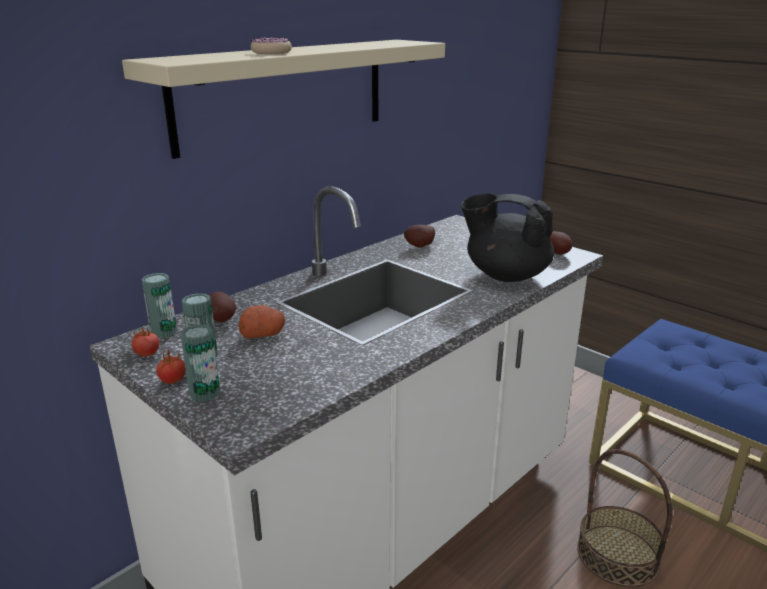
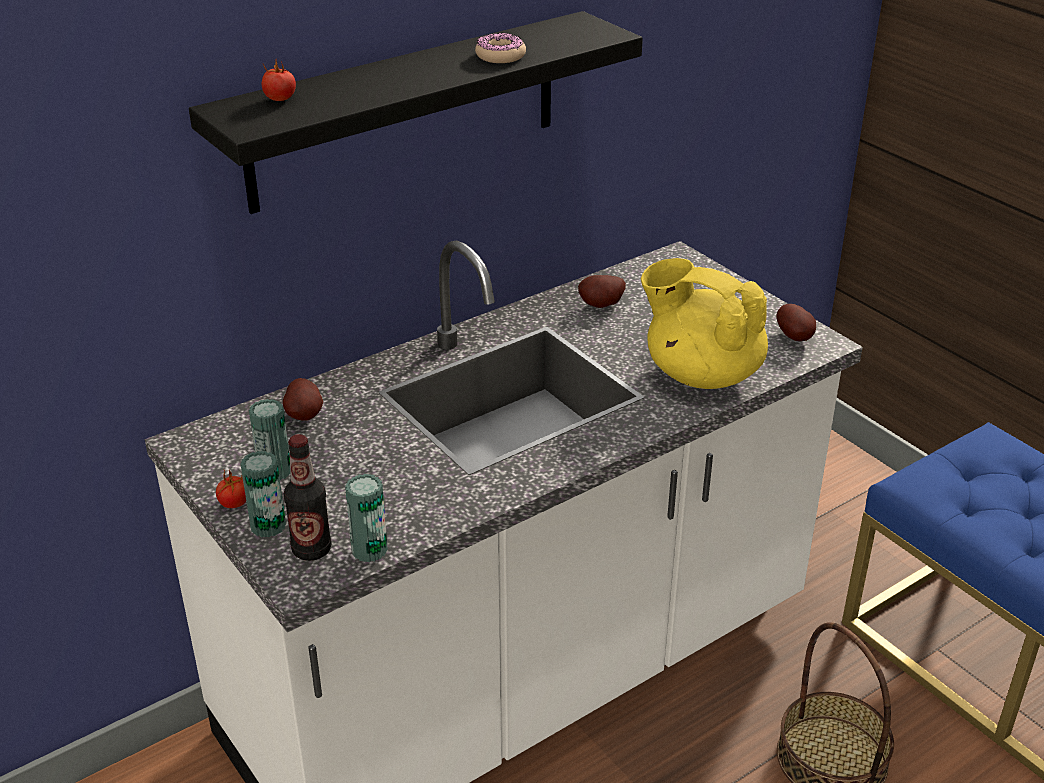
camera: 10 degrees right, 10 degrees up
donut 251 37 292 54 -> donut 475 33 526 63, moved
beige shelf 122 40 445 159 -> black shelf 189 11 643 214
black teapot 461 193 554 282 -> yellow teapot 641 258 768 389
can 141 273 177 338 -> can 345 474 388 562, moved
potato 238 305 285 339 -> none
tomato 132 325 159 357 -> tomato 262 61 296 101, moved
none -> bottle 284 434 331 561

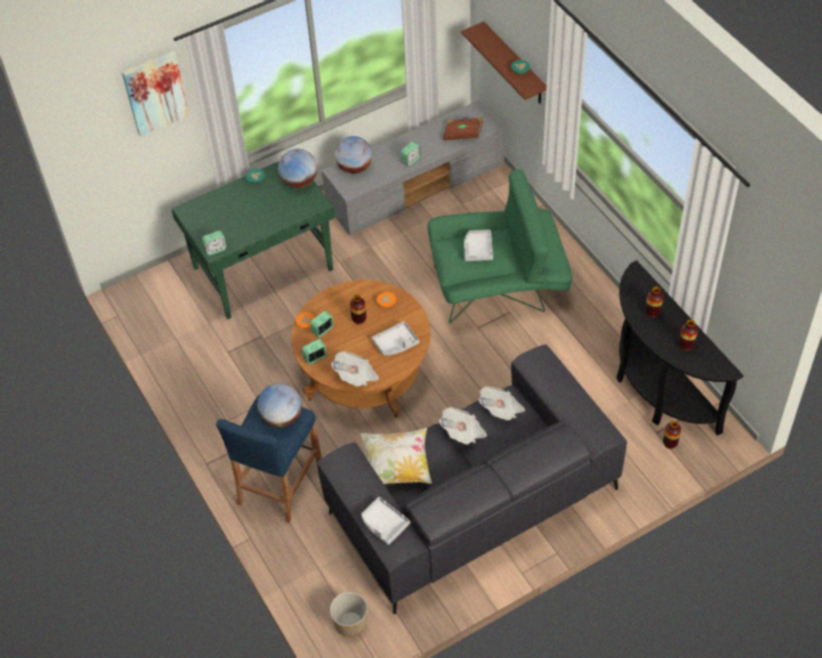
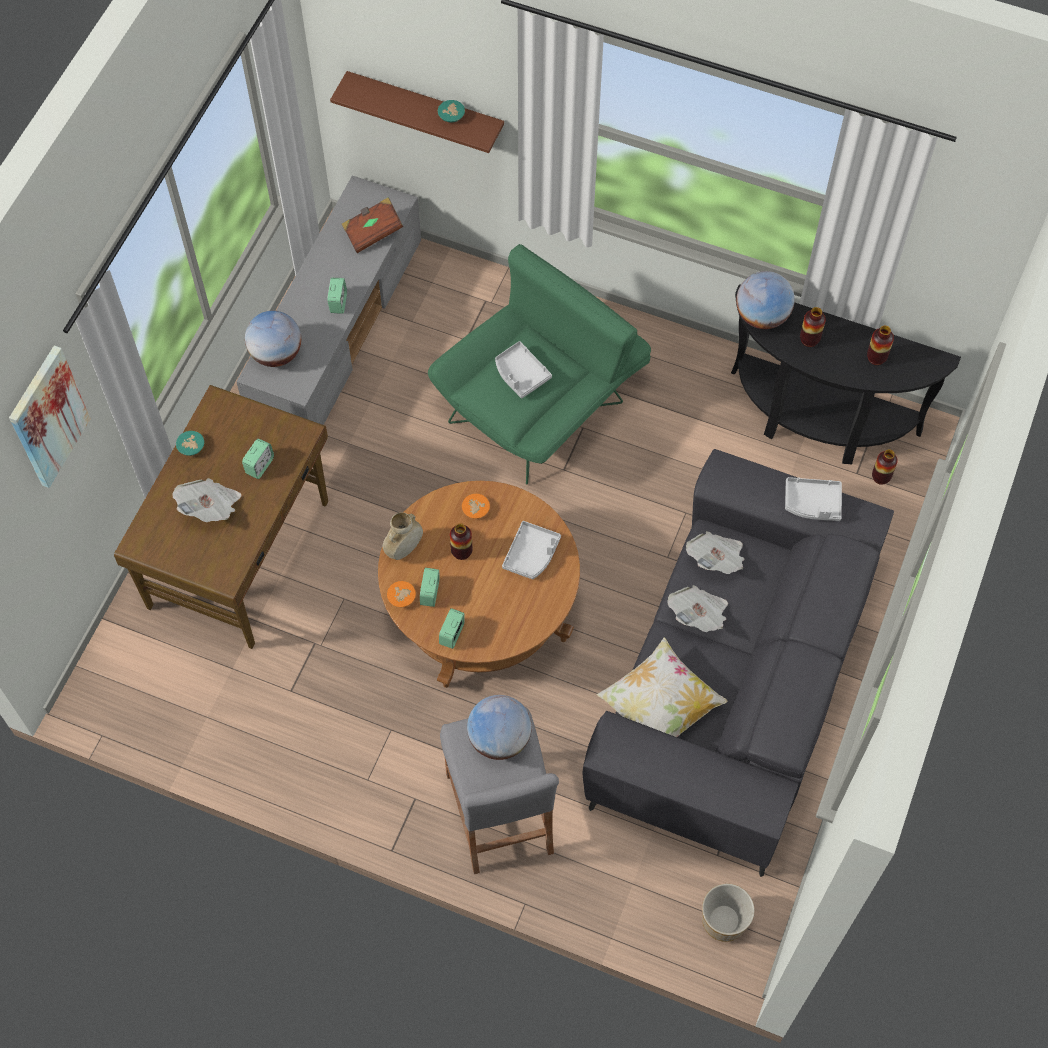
camera: 40 degrees left, 10 degrees up
globe 278 149 317 188 -> globe 736 271 795 329, moved
green desk 172 161 335 320 -> brown desk 114 385 328 649
alarm clock 202 231 227 256 -> alarm clock 242 438 274 479, moved
newspaper 331 351 379 387 -> newspaper 172 478 242 522, moved
blue stool 216 394 322 523 -> grey stool 440 707 559 874
grey tray 361 497 410 545 -> grey tray 785 477 842 521, moved
none -> beige vase 382 512 423 560

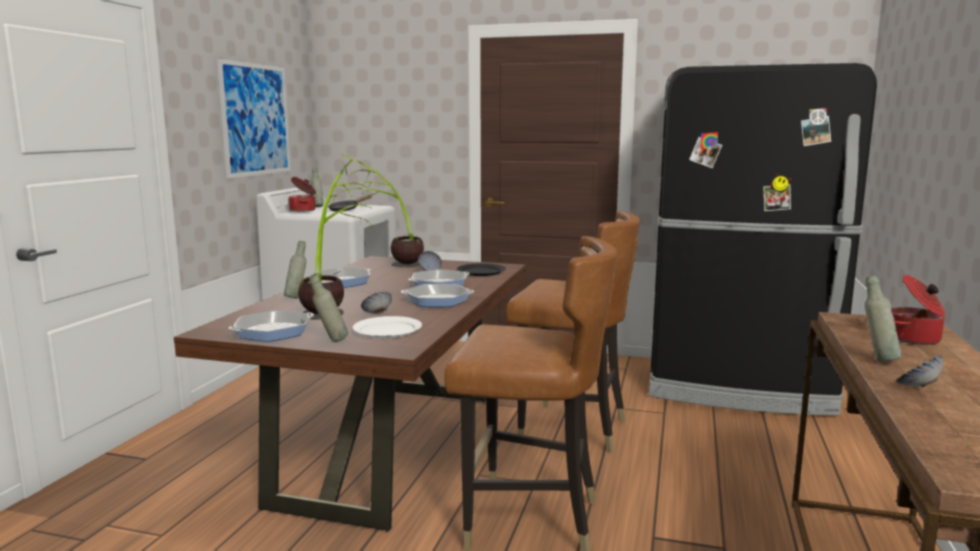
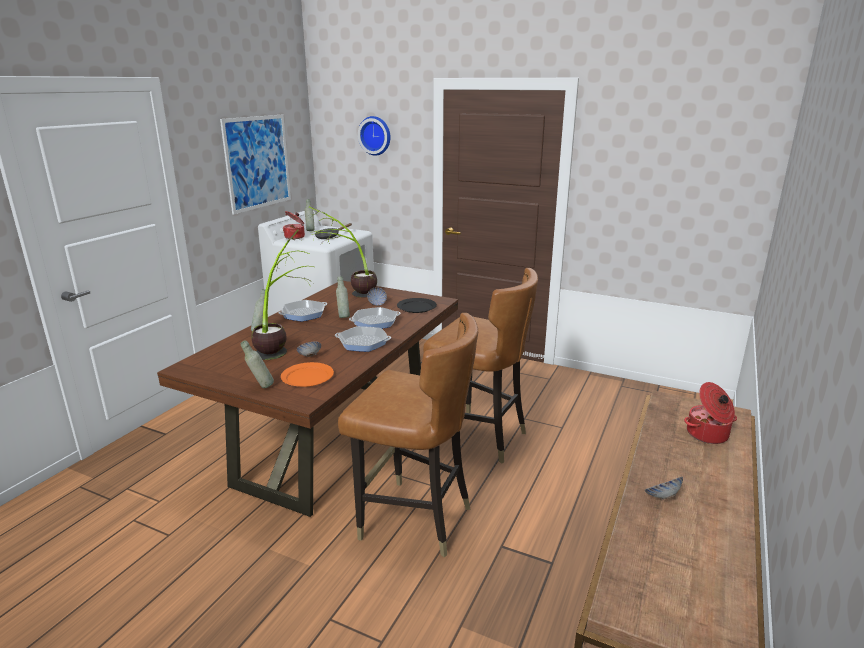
camera: 10 degrees right, 10 degrees up
black fridge 649 63 877 415 -> none
grey bottle 864 276 901 362 -> grey bottle 336 277 350 318, moved
frying pan 228 310 314 342 -> none
white plate 353 316 422 338 -> orange plate 281 362 334 387
none -> wall clock 358 116 390 156

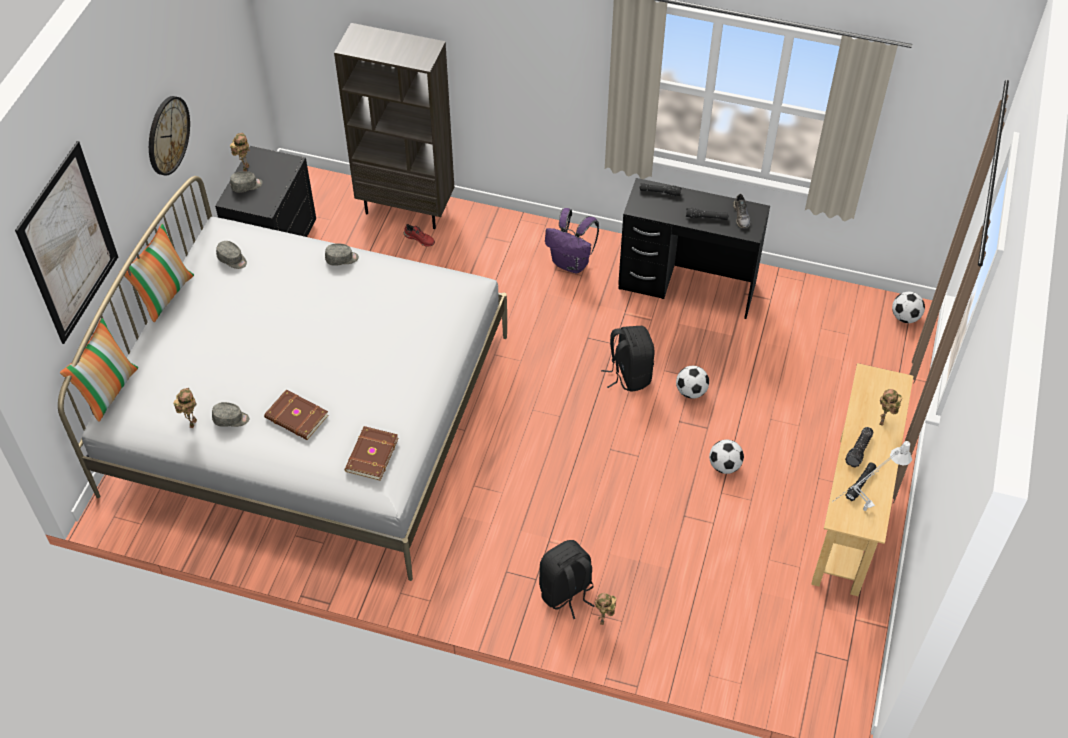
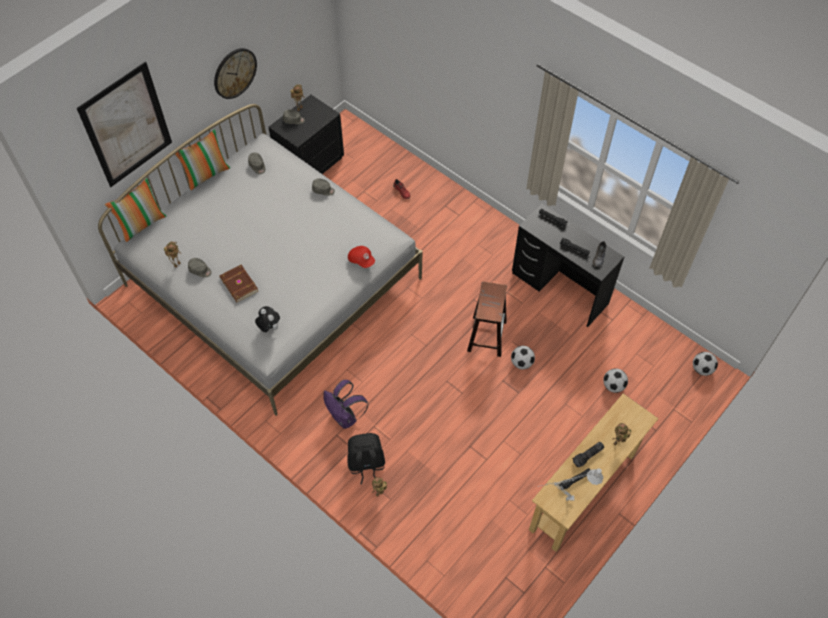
camera: 25 degrees right, 5 degrees up
brown bookcase 334 23 454 229 -> none
purple backpack 545 208 599 273 -> purple backpack 323 380 369 429, moved
black backpack 601 326 654 392 -> brown stool 467 282 507 357
brown book 345 426 399 481 -> plush toy 255 306 280 332
football 709 440 744 474 -> football 603 368 628 393, moved
none -> red cap 348 246 375 268

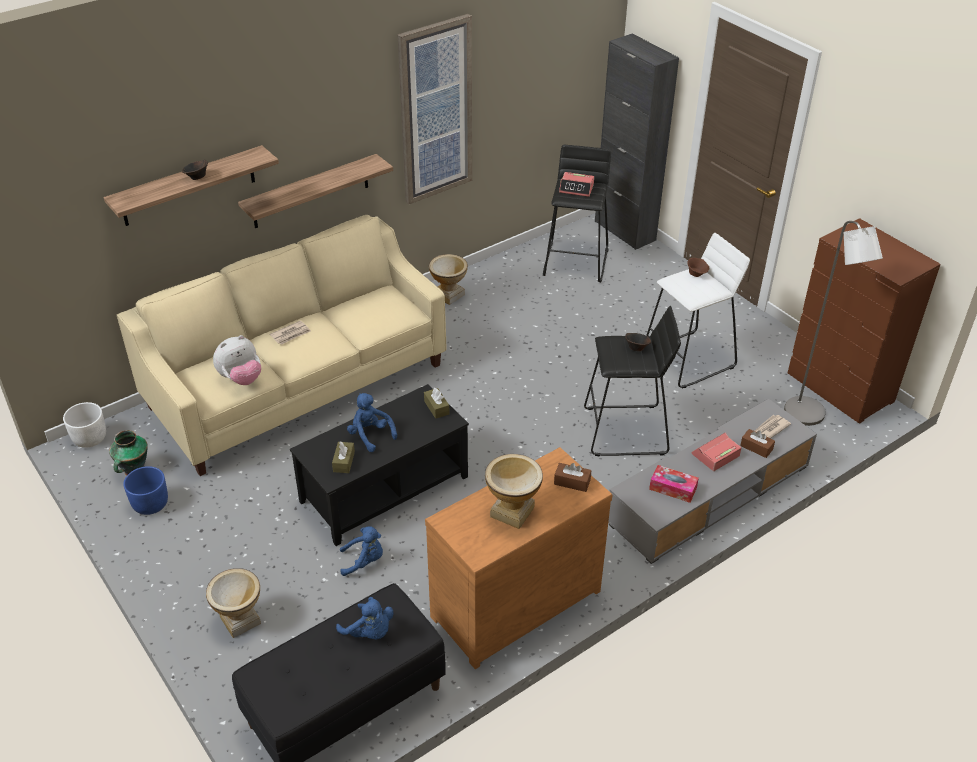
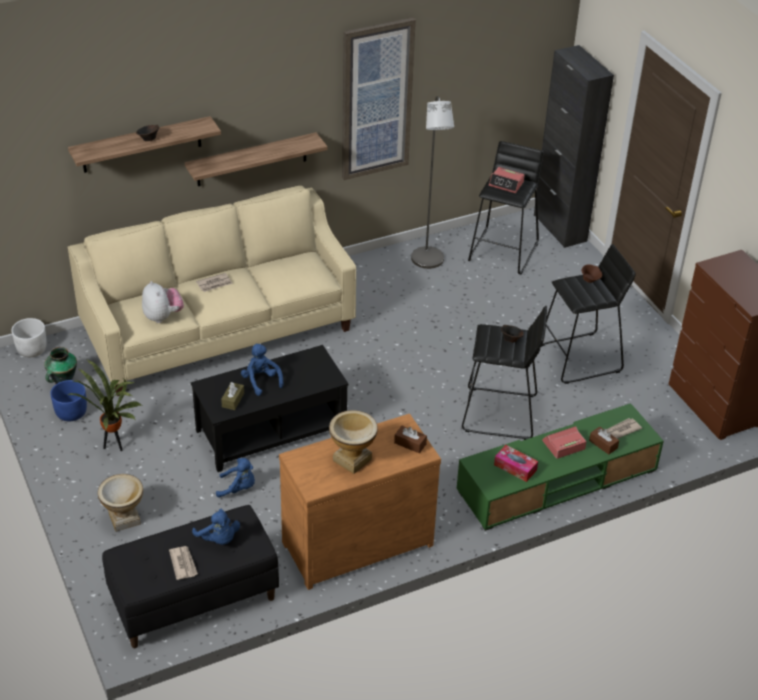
camera: 10 degrees right, 0 degrees up
grey floor lamp 784 221 883 426 -> grey floor lamp 411 96 454 269, moved
white stool 646 233 750 389 -> black stool 541 244 636 384
vase 429 254 468 305 -> none
plush toy 213 335 261 385 -> plush toy 142 281 184 323, 90 degrees counterclockwise
brown tissue box 424 387 450 419 -> none
grey tv stand 608 399 817 564 -> green tv stand 457 403 664 531
none -> potted plant 68 360 142 451
none -> newspaper 169 546 198 580

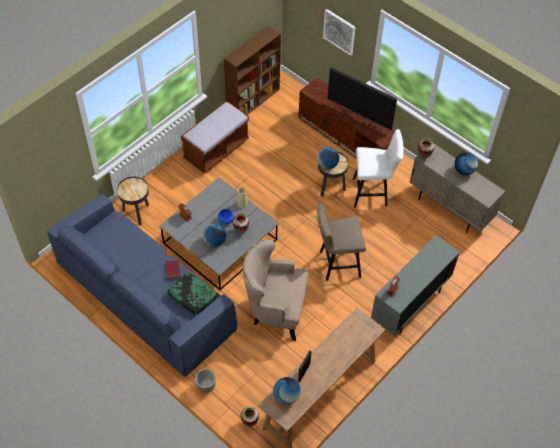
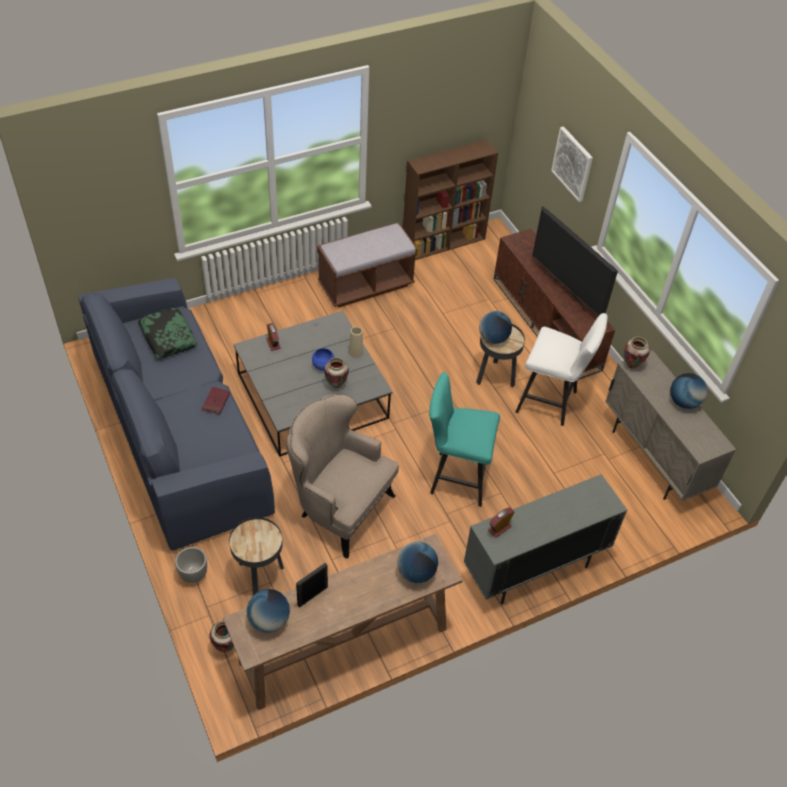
camera: 20 degrees right, 5 degrees down
black side table 117 177 149 225 -> black side table 229 517 284 595, moved
beige stool 317 203 366 280 -> turquoise stool 429 372 500 507
globe 203 223 226 247 -> globe 397 542 438 583, moved
pillow 167 272 218 316 -> pillow 138 308 197 358, moved

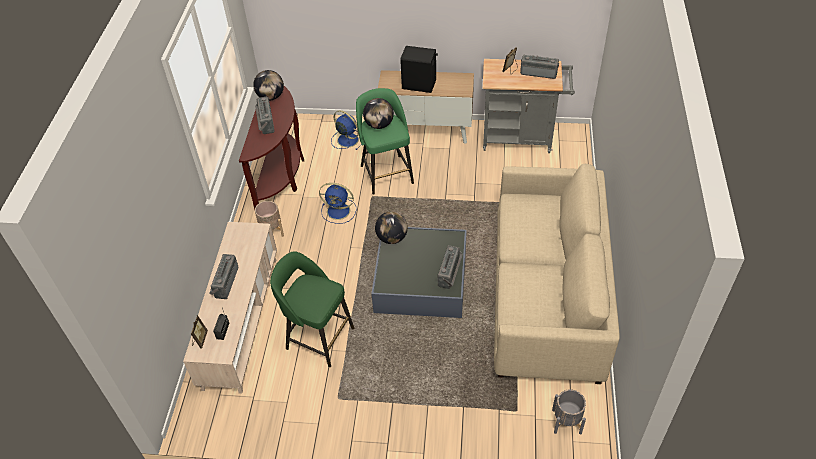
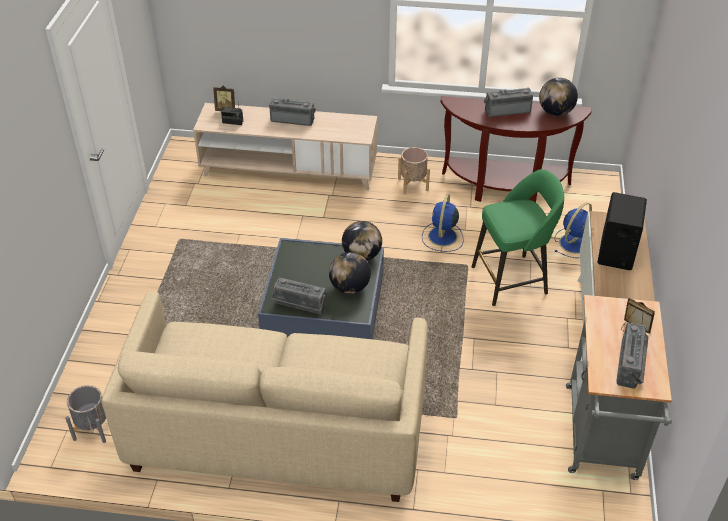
camera: 90 degrees right, 5 degrees down
globe 363 98 394 129 -> globe 329 252 371 294, moved
green stool 270 251 354 367 -> none

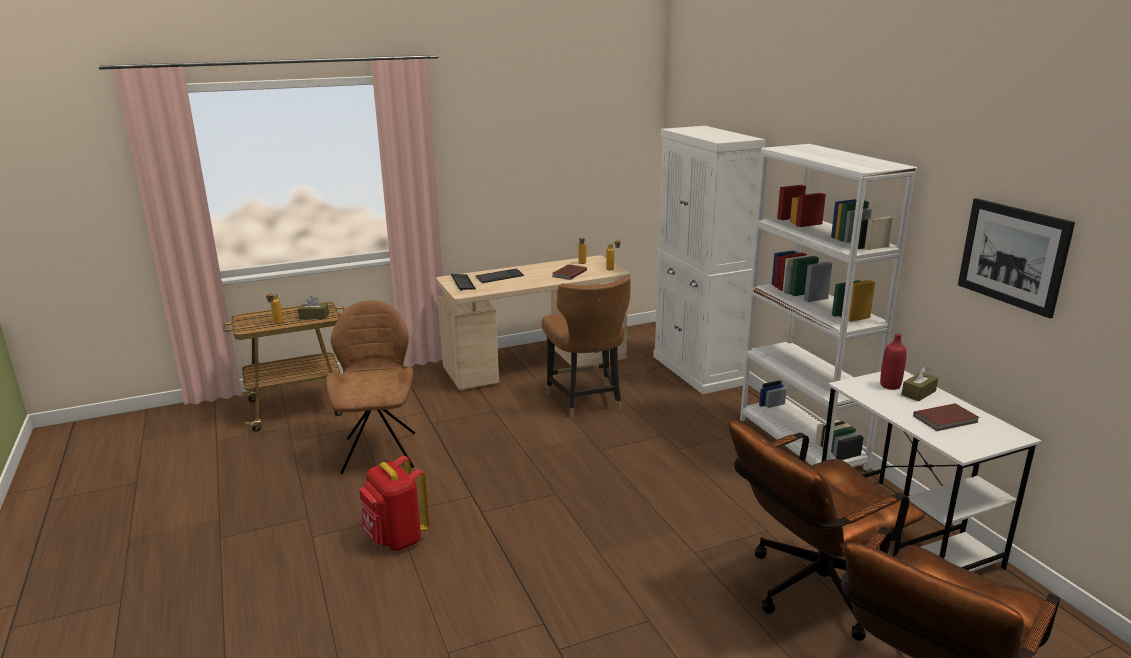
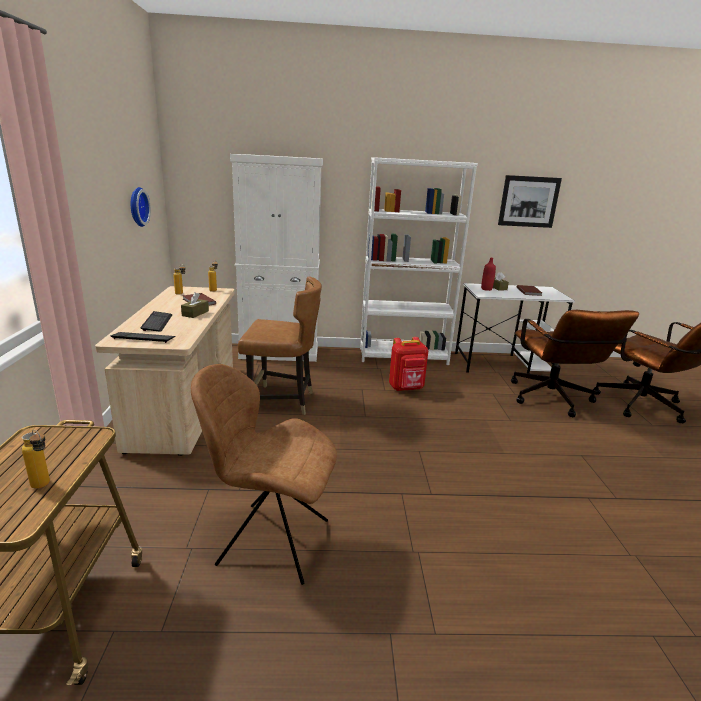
camera: 70 degrees left, 0 degrees up
brown tissue box 298 296 329 320 -> brown tissue box 181 292 209 318, moved
red backpack 359 456 429 551 -> red backpack 389 337 428 391, moved
none -> wall clock 131 187 151 227

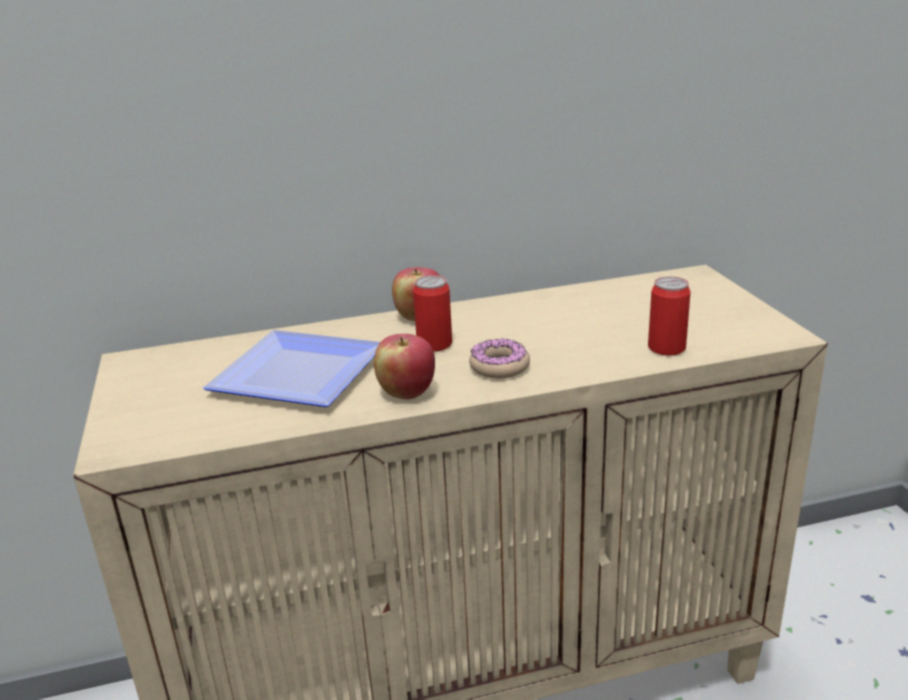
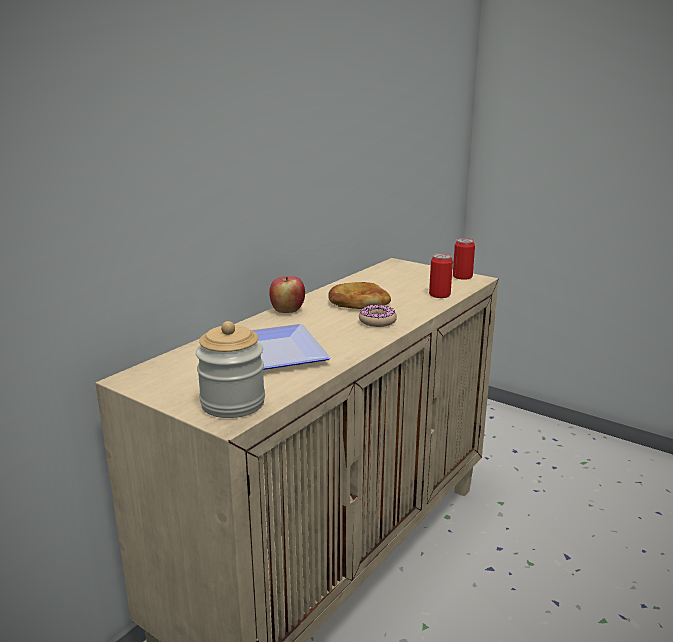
camera: 40 degrees left, 5 degrees down
can 413 275 452 352 -> can 453 238 475 280, moved
apple 374 334 435 400 -> none
none -> bread 329 282 391 309
none -> jar 196 321 265 418

